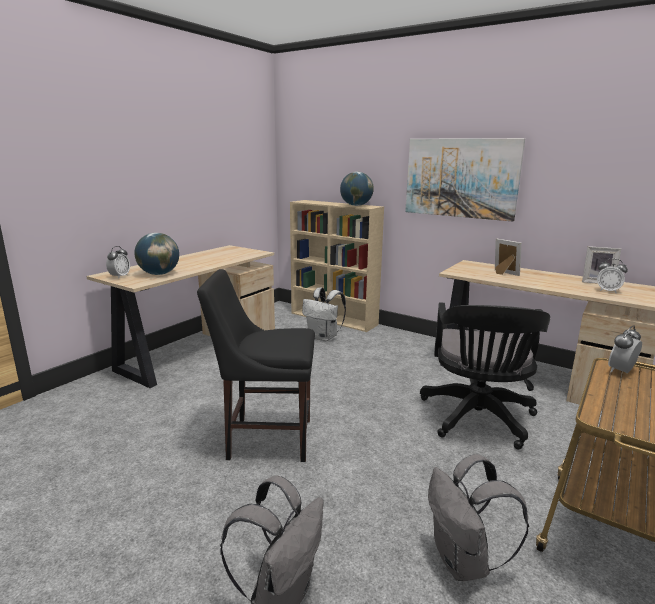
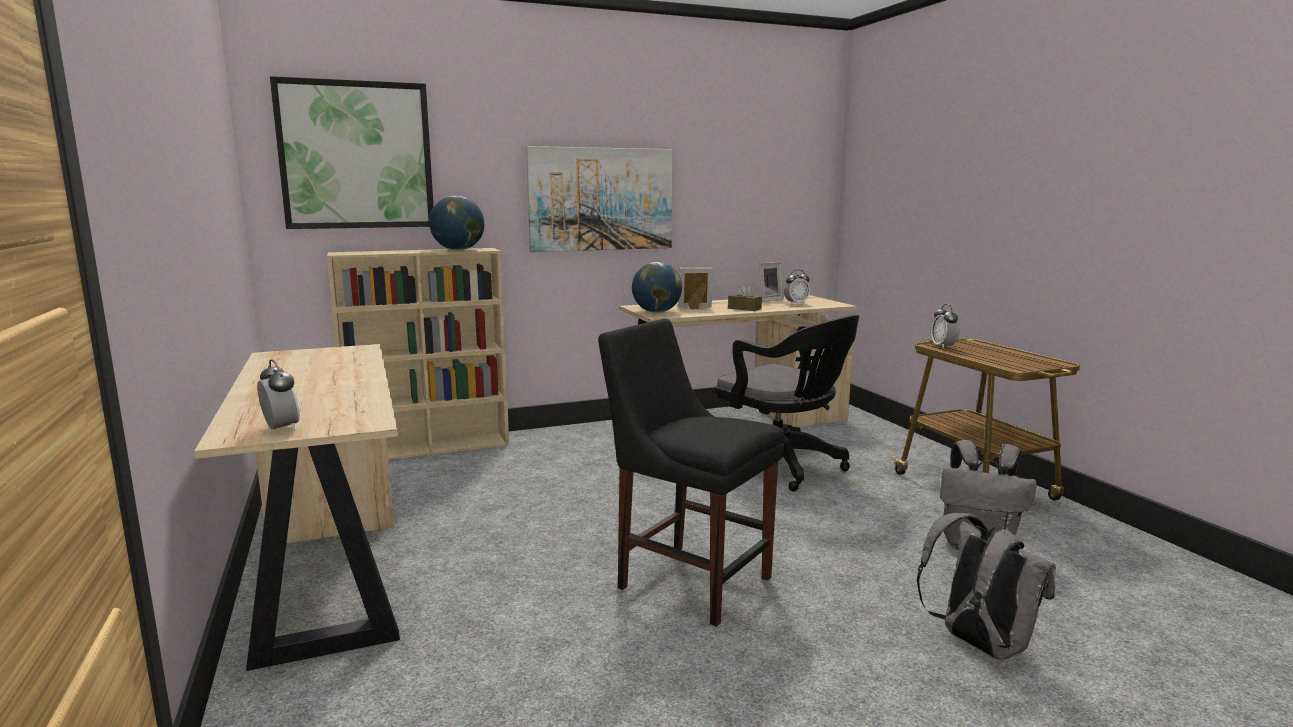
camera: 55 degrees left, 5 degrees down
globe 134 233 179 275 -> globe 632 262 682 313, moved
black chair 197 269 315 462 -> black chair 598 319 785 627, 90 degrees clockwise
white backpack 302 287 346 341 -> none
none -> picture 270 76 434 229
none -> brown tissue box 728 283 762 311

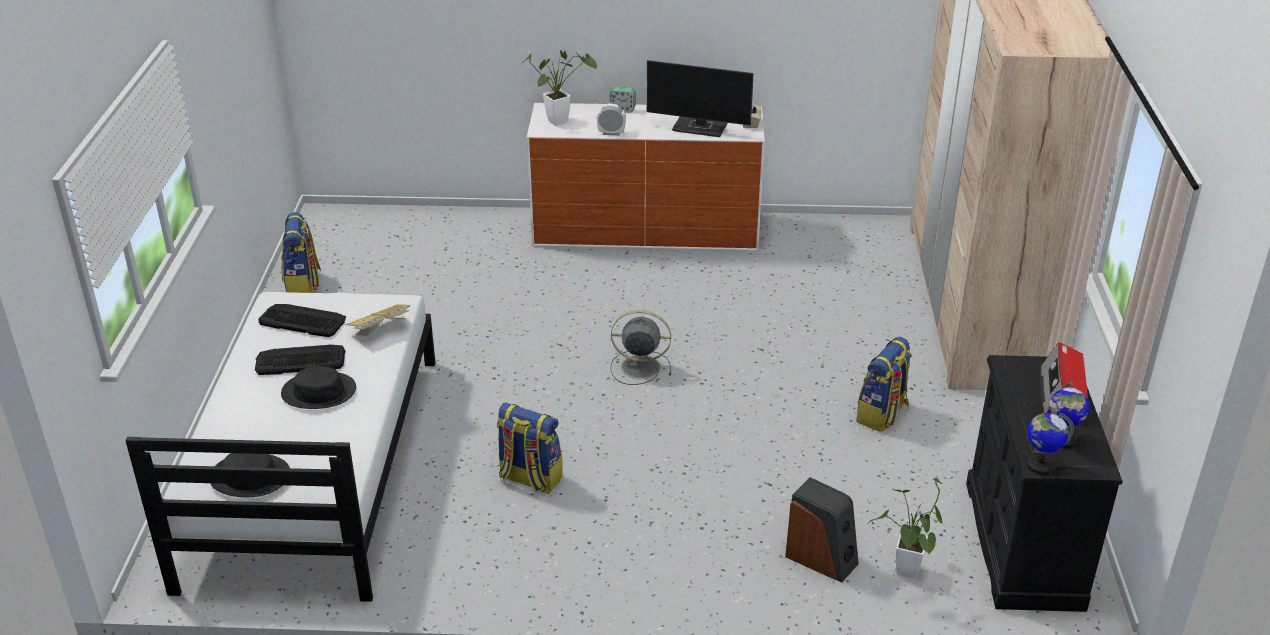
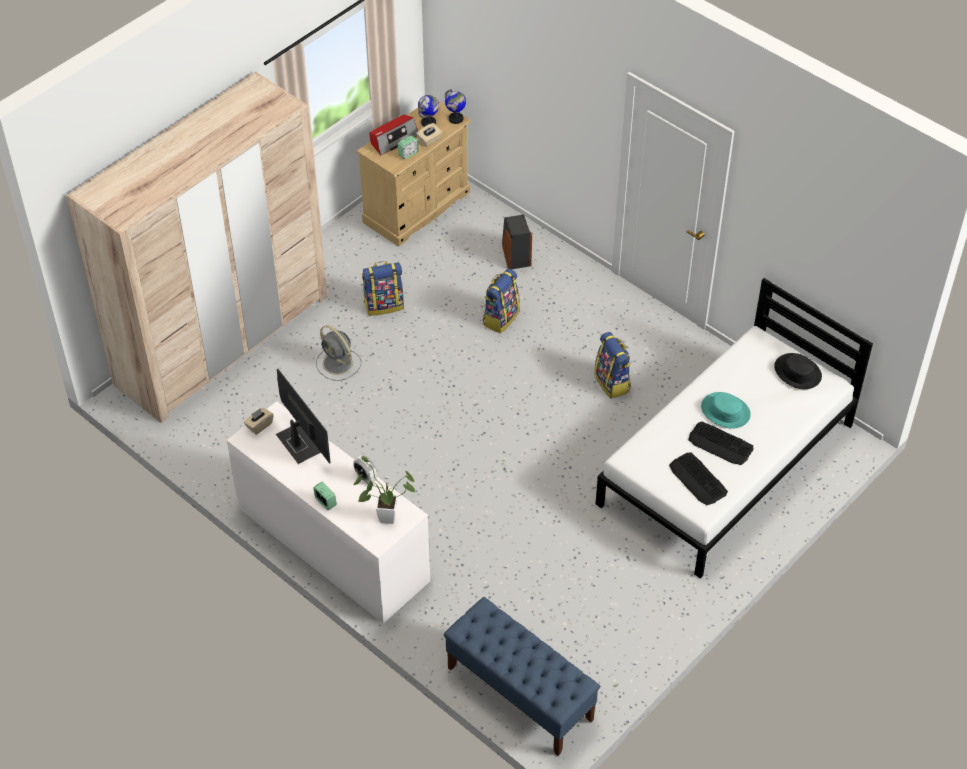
camera: 140 degrees left, 15 degrees up
backpack 281 212 321 293 -> backpack 483 269 520 333, moved
book 346 304 411 336 -> none
grey fan 610 310 671 385 -> grey fan 316 325 361 381, moved
black dresser 966 355 1123 612 -> beige dresser 356 99 471 247
black hat 281 366 356 409 -> turquoise hat 701 392 751 429
potted plant 868 478 943 579 -> none
none -> beige tissue box 416 123 442 147
none -> alarm clock 398 135 419 159
none -> blue bench 444 597 600 756

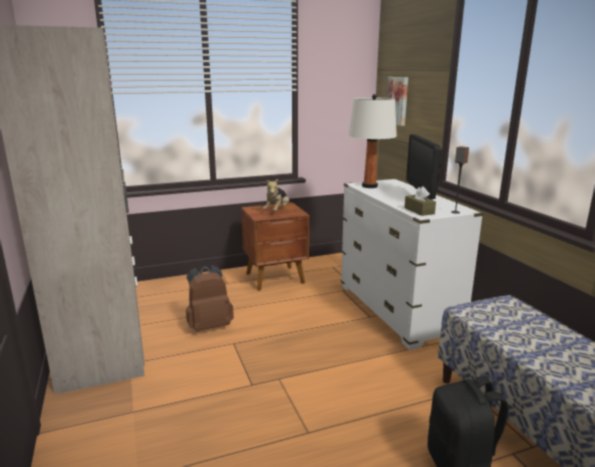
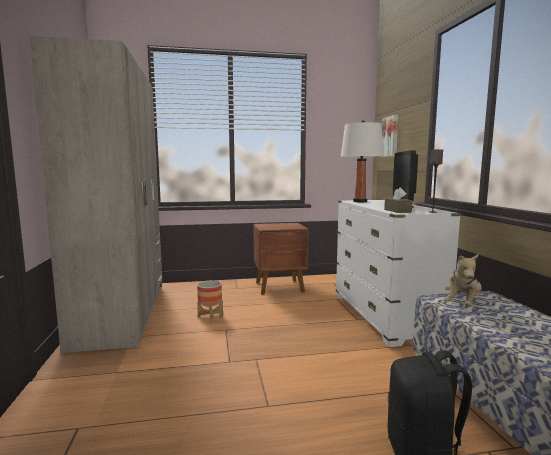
camera: 10 degrees right, 10 degrees down
plush toy 263 179 289 211 -> plush toy 444 253 482 306, moved
brown backpack 186 265 234 331 -> planter 197 280 223 321

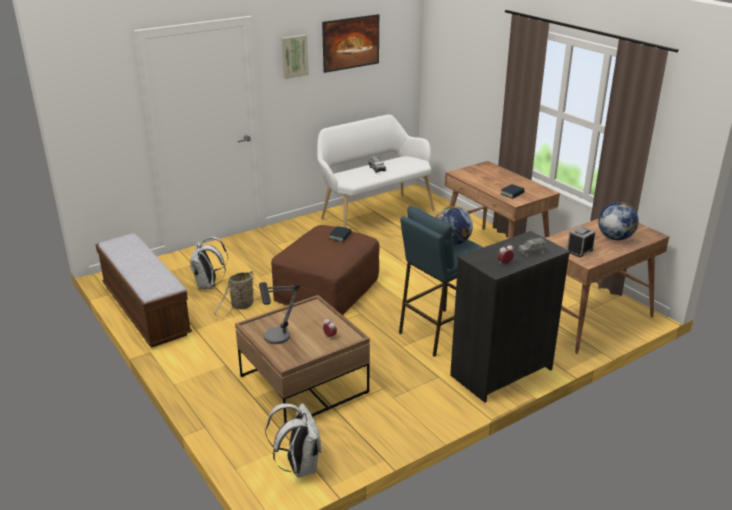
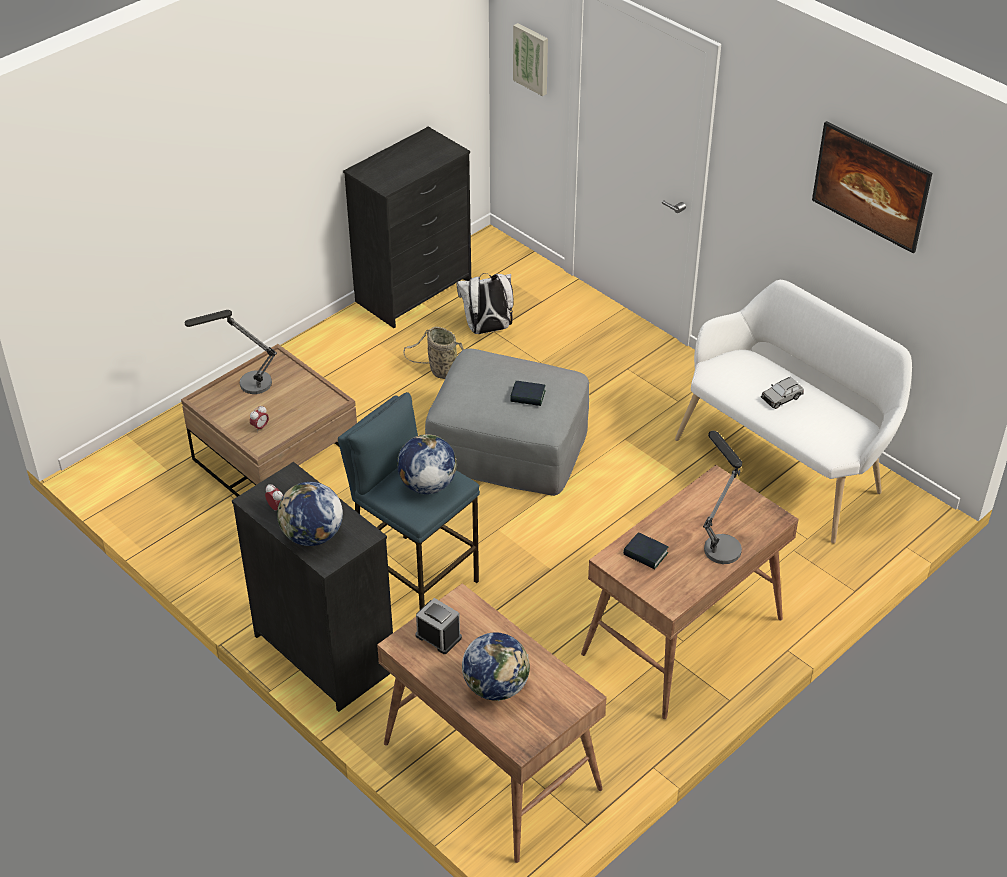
camera: 80 degrees right, 15 degrees up
picture 281 35 309 79 -> picture 513 23 548 96, moved
brown ottoman 271 225 379 315 -> grey ottoman 425 348 589 496
bench 95 234 192 348 -> black dresser 343 127 471 328
grey toy car 518 237 546 257 -> globe 277 482 343 546
white backpack 265 403 322 478 -> none
none -> table lamp 703 431 742 564

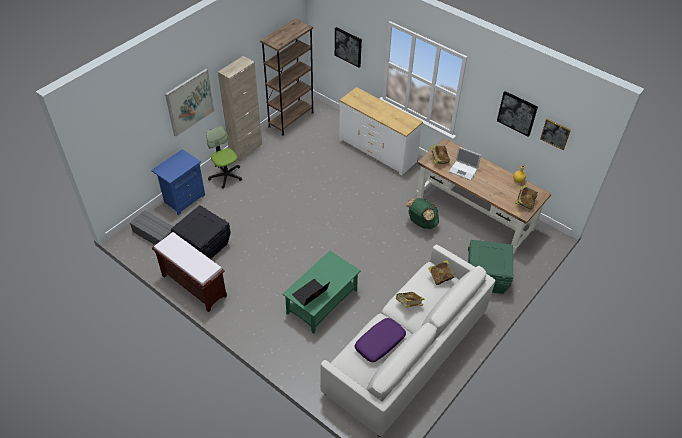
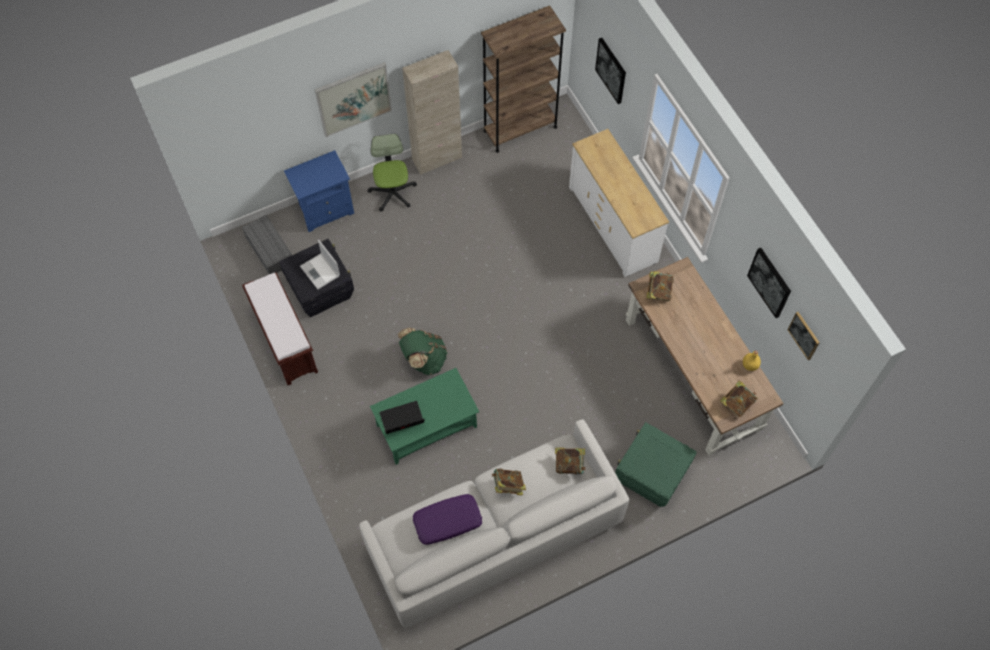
camera: 25 degrees right, 15 degrees up
laptop 449 147 481 180 -> laptop 300 240 340 289, moved
green backpack 405 198 439 229 -> green backpack 398 327 447 375, moved

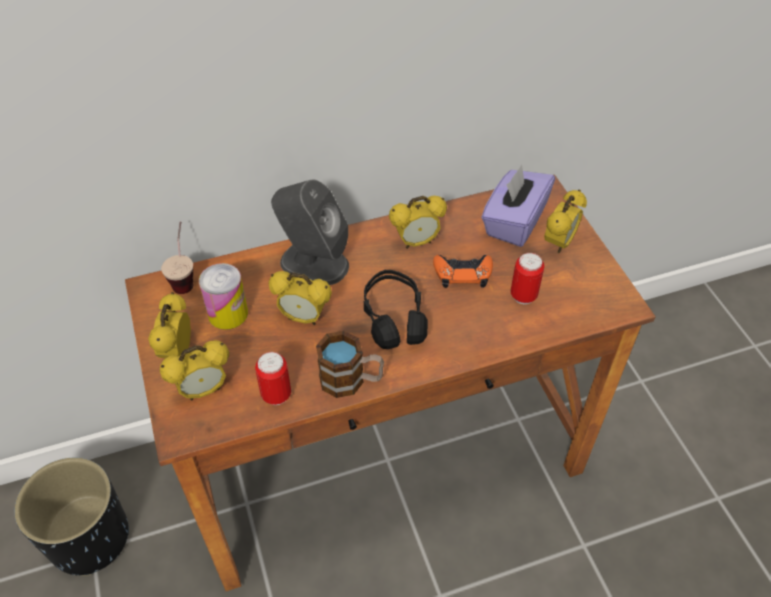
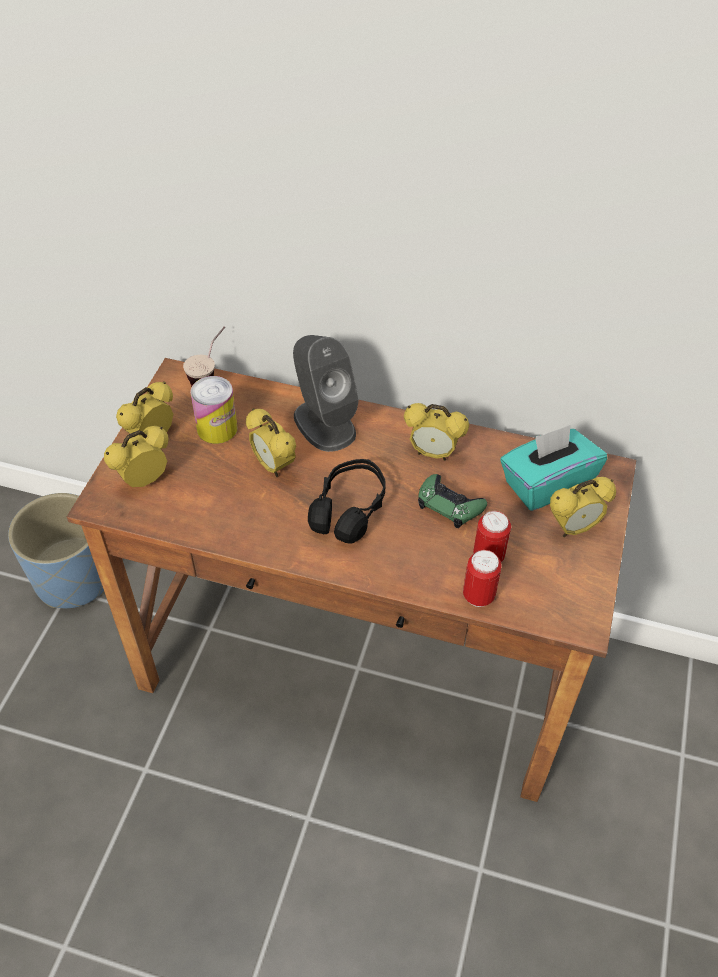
camera: 35 degrees right, 0 degrees up
purple tissue box 481 165 555 247 -> turquoise tissue box 500 425 607 511
orange game controller 433 255 493 288 -> green game controller 418 474 487 528
mug 316 331 384 398 -> none
alarm clock 160 340 229 400 -> alarm clock 104 426 169 487, 135 degrees clockwise
can 255 352 291 405 -> can 463 550 501 607, moved
black planter 15 458 129 576 -> blue planter 8 493 105 608

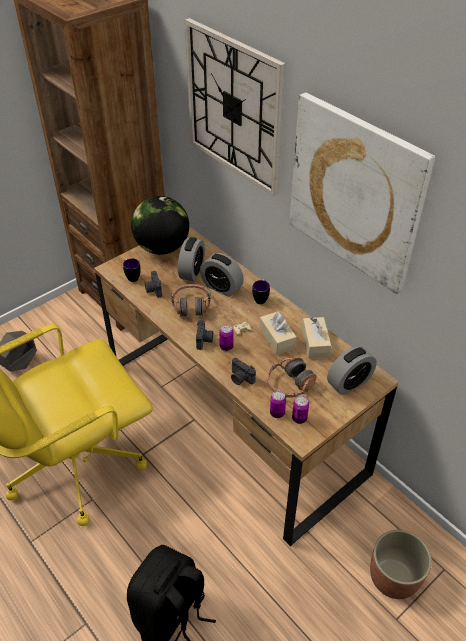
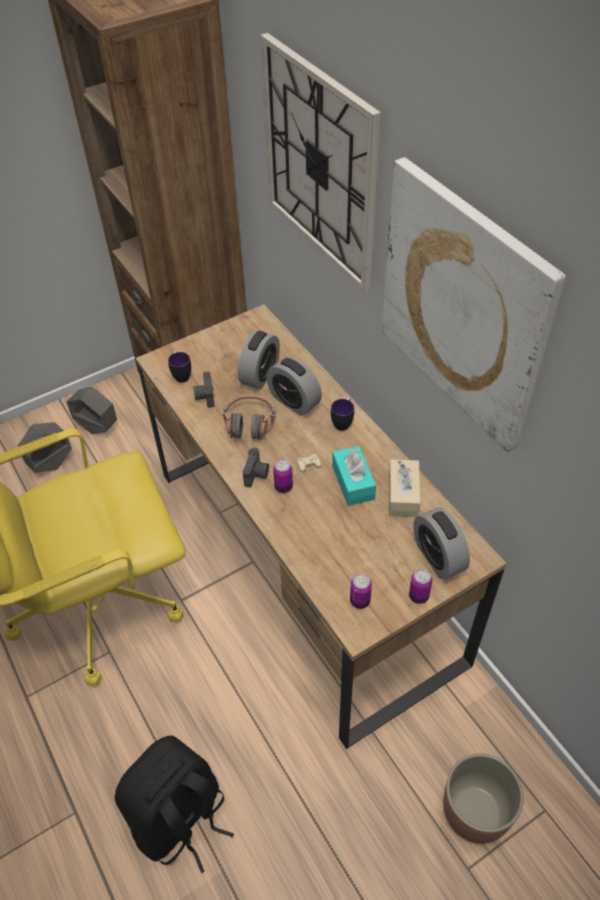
camera: 10 degrees right, 5 degrees up
globe 131 196 189 254 -> none
beige tissue box 259 311 297 355 -> turquoise tissue box 332 446 376 506
alarm clock 327 346 377 395 -> alarm clock 413 508 470 579, 90 degrees clockwise
photo camera 231 358 256 385 -> none
headphones 267 358 316 398 -> none
can 270 391 286 418 -> can 409 569 433 604, moved
none -> grey planter 67 387 117 434

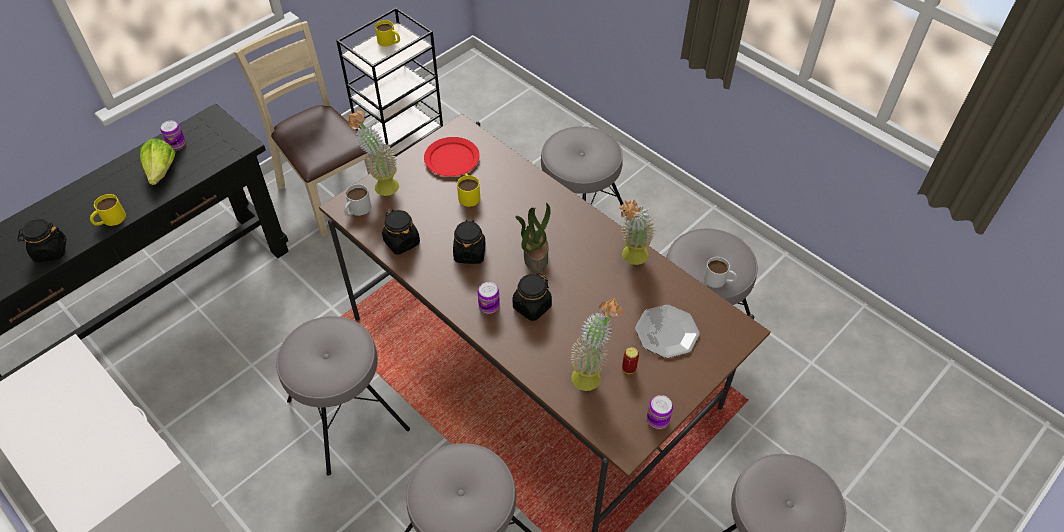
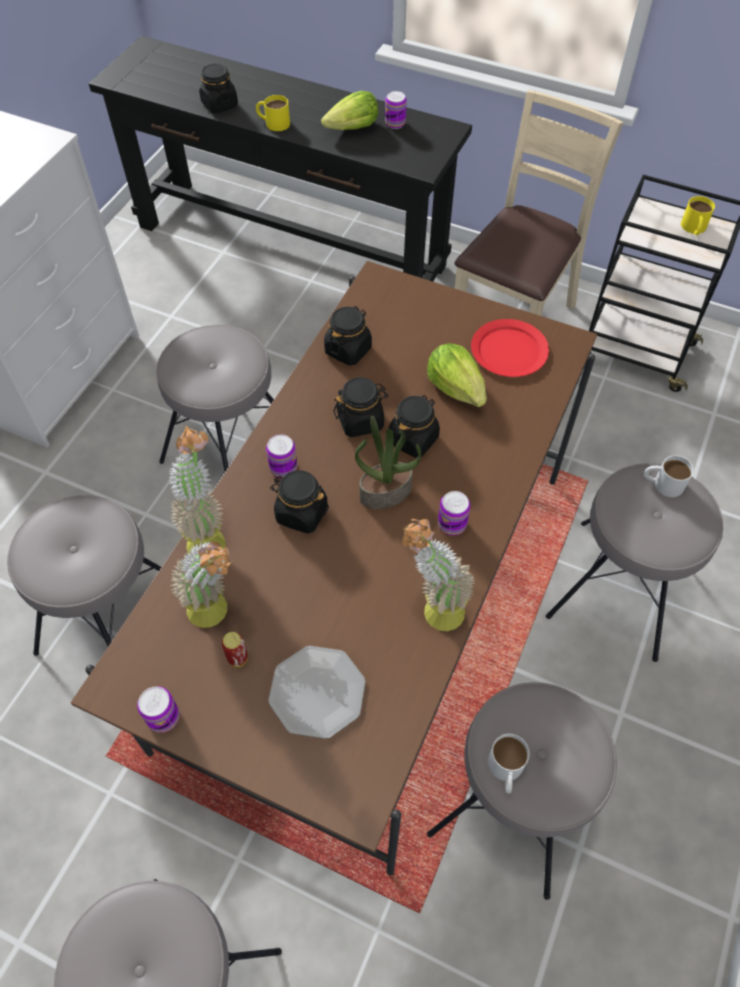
camera: 70 degrees right, 5 degrees up
potted plant 348 111 399 196 -> potted plant 169 426 225 554, moved
yellow mug 457 173 480 207 -> lettuce 427 343 486 407
white mug 344 184 371 216 -> white mug 644 455 694 497, moved
none -> black jar 389 395 440 458
none -> can 438 491 470 536

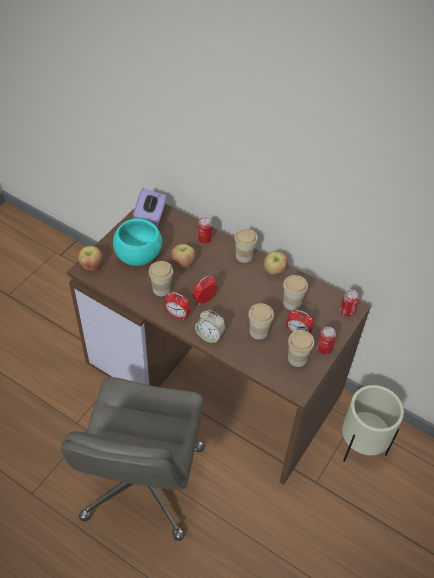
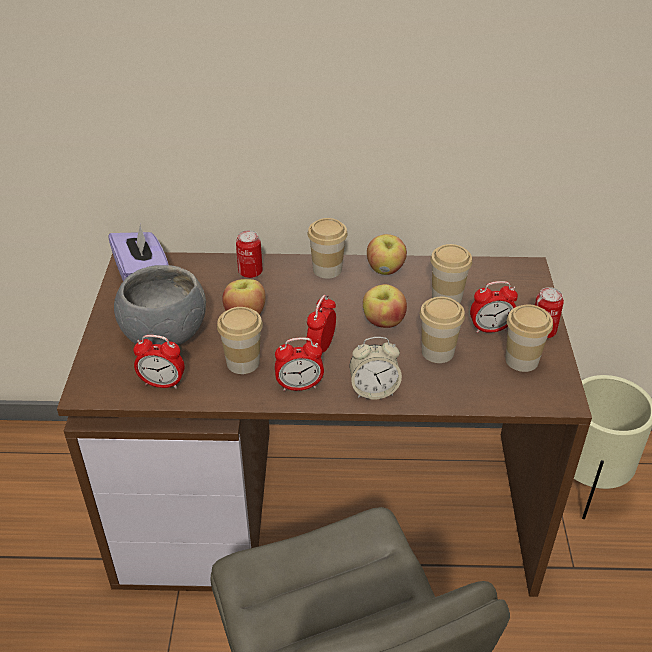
camera: 30 degrees left, 10 degrees down
turquoise bowl 113 218 162 266 -> grey bowl 114 265 206 346
apple 78 246 103 271 -> apple 363 284 407 328, moved
can 340 289 359 317 -> none
none -> alarm clock 133 335 185 389

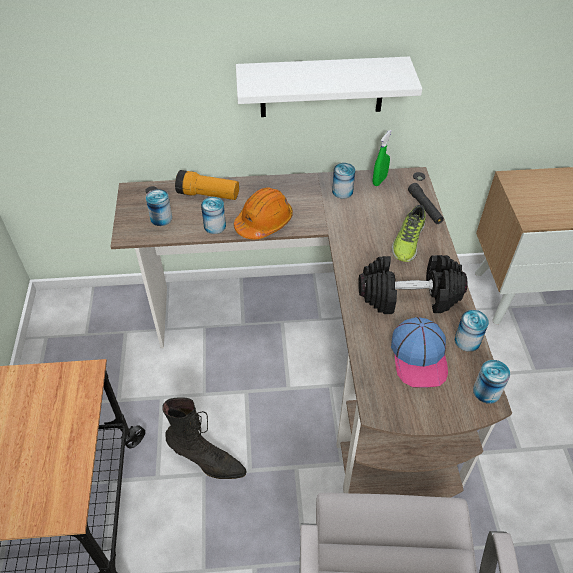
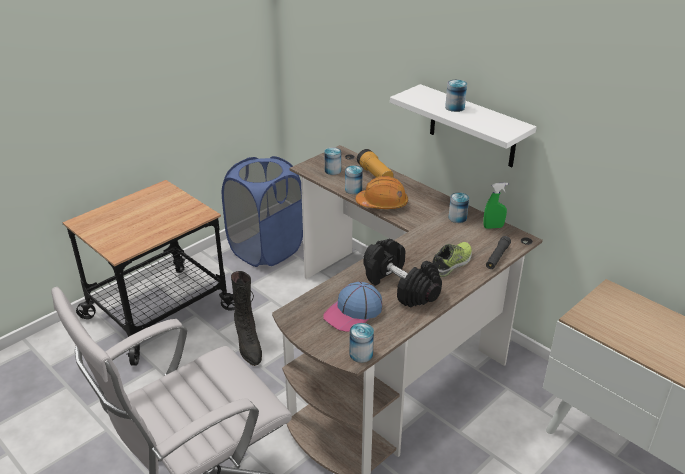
camera: 50 degrees right, 15 degrees down
shoe 392 205 426 262 -> shoe 432 242 472 277, 150 degrees clockwise
can 455 310 489 352 -> can 445 80 467 112, moved
none -> blue laundry basket 222 156 303 267

